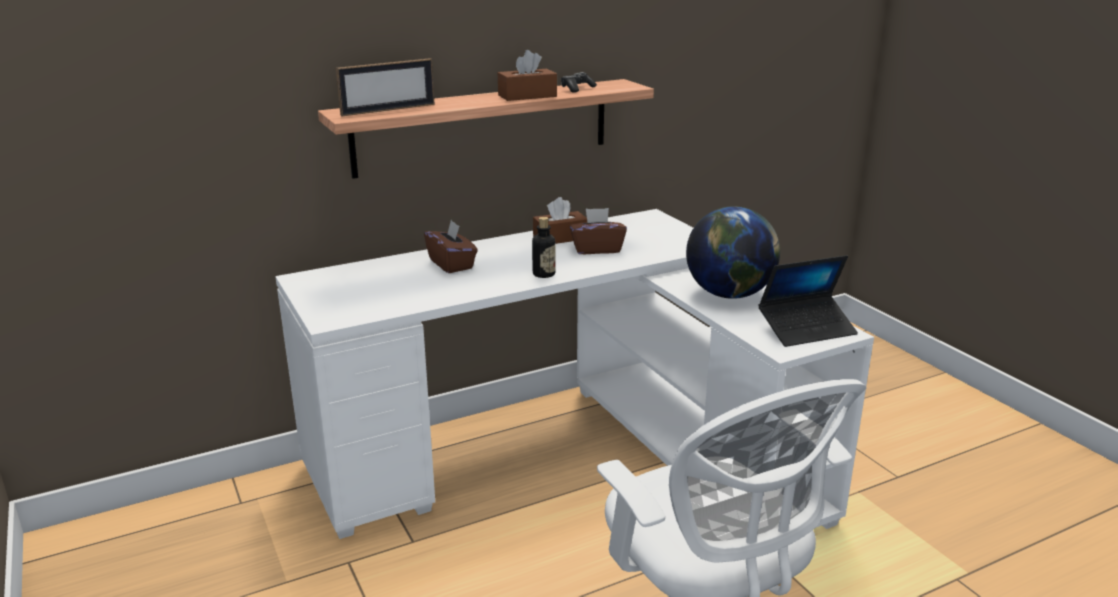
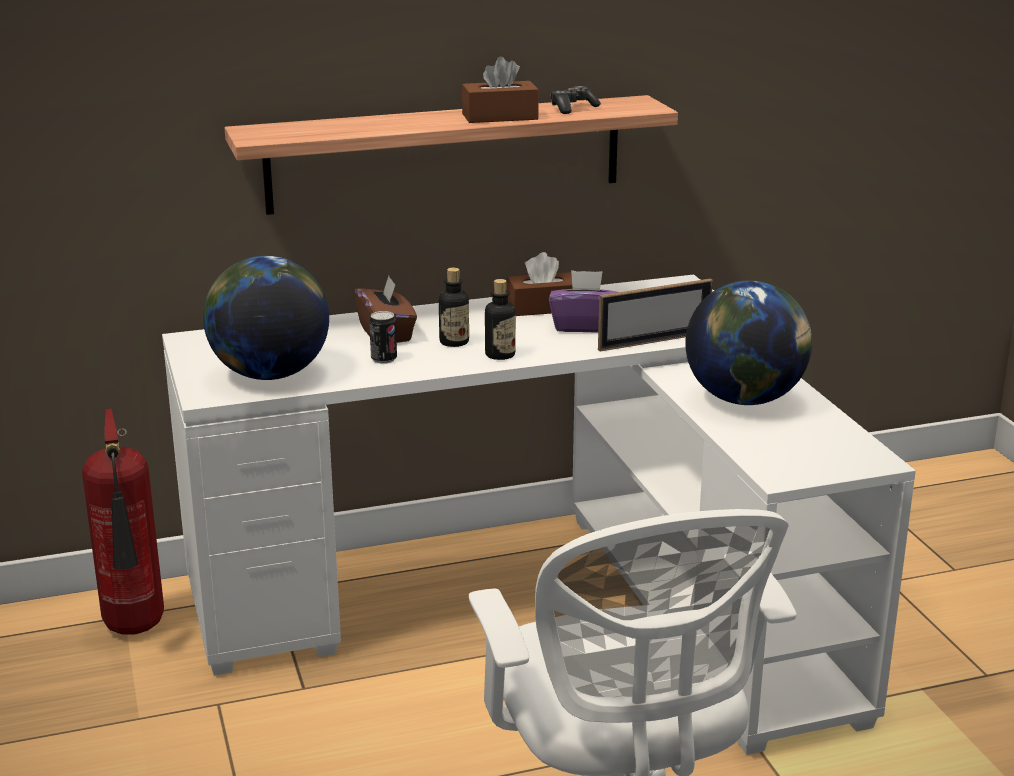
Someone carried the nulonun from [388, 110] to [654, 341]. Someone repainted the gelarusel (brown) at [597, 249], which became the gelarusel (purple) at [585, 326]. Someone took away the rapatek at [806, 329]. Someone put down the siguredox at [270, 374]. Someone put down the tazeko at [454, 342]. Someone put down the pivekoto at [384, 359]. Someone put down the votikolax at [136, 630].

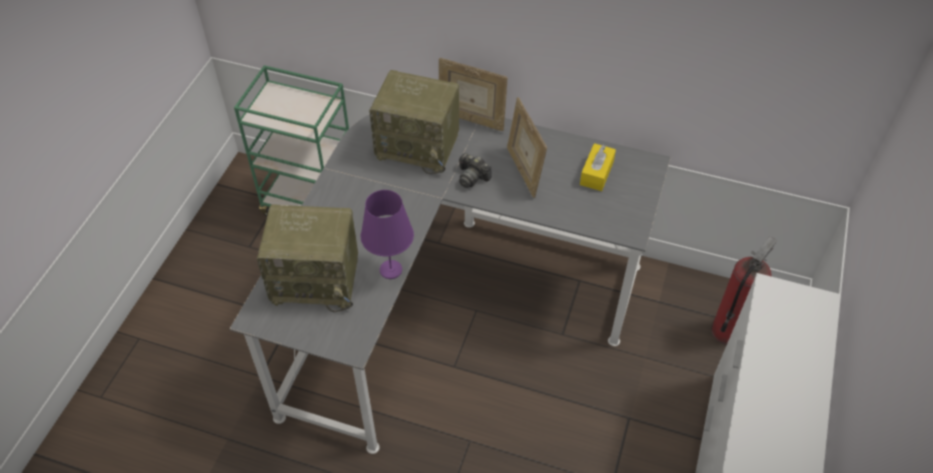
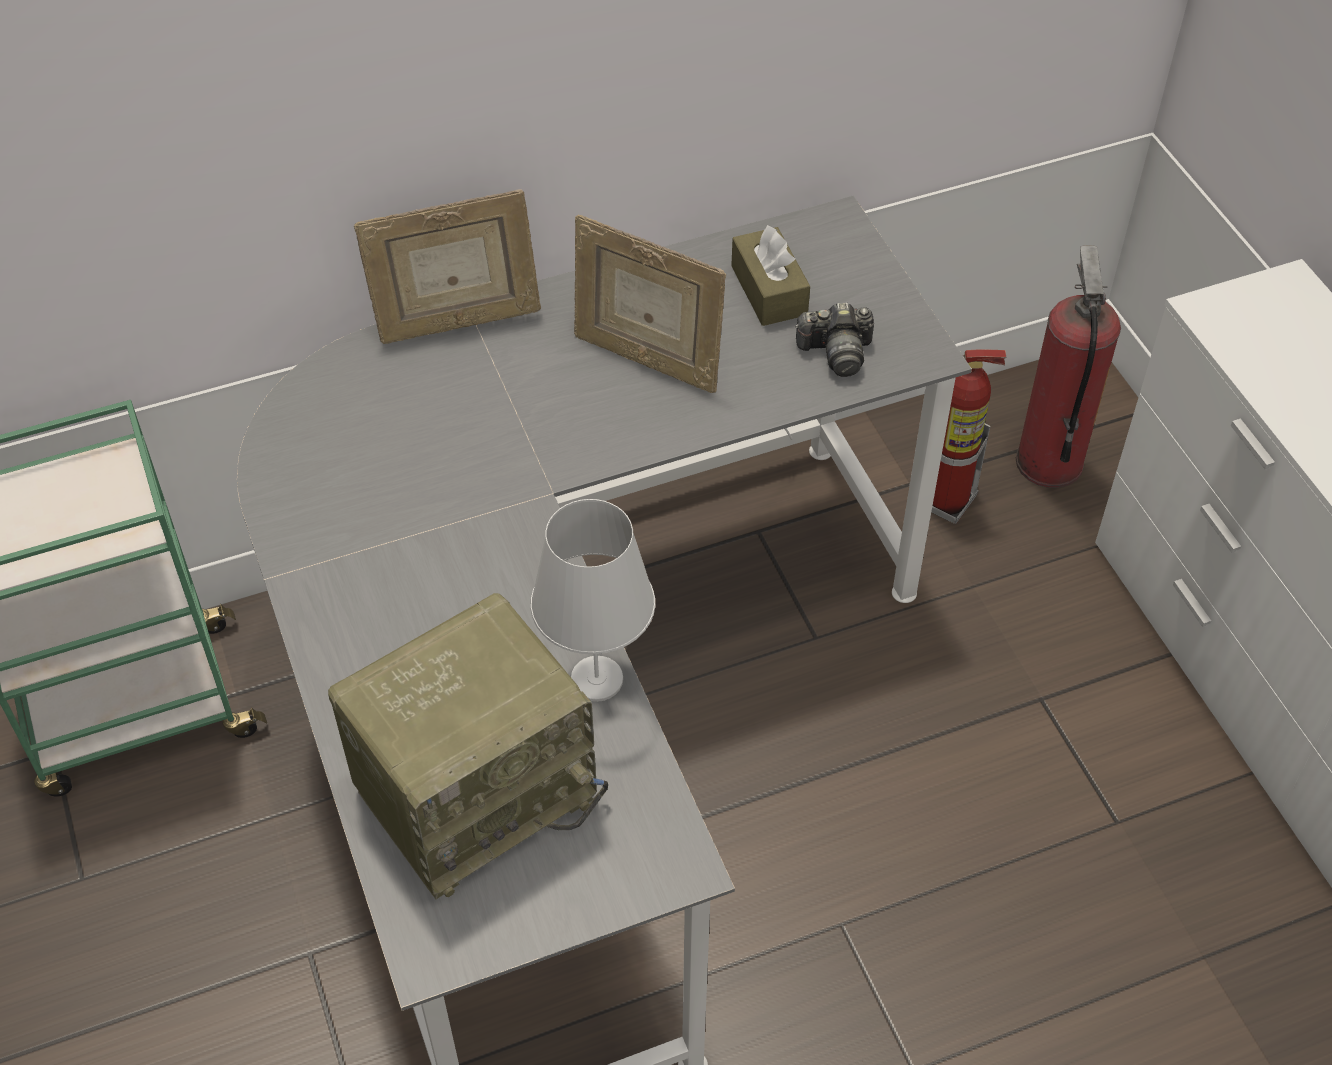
Someone took away the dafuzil at [419, 146]. Someone repainted the gelarusel (yellow) at [596, 173], which became the gelarusel (brown) at [769, 290]. Someone carried the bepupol from [472, 177] to [836, 353]. Someone repainted the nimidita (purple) at [390, 270], which became the nimidita (white) at [597, 680]. Someone put down the votikolax at [947, 501].

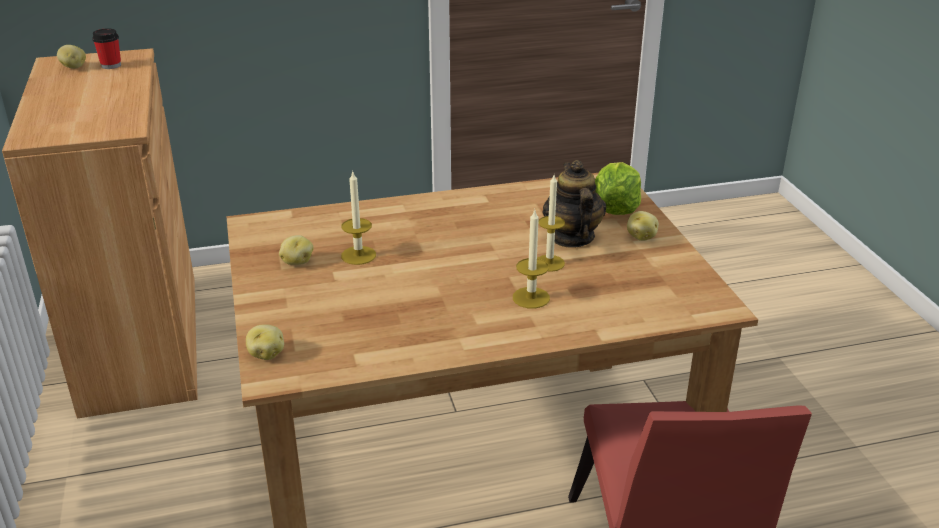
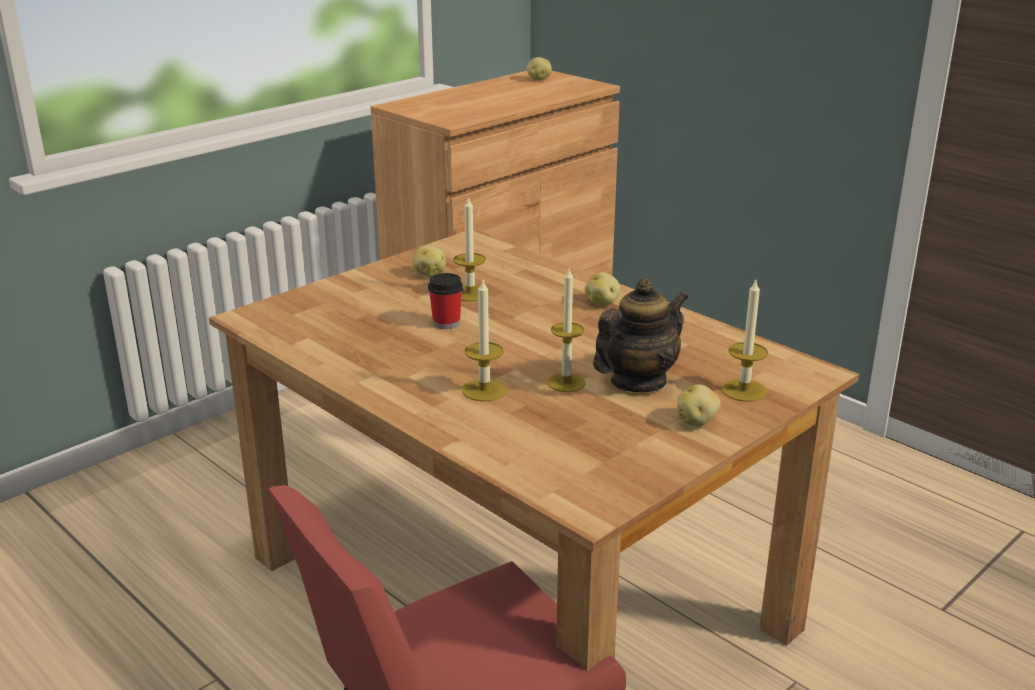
Someone carried the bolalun from [111, 65] to [446, 323]. Someone swapped the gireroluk at [615, 209] for the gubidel at [744, 390]. Someone carried the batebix from [266, 354] to [602, 302].

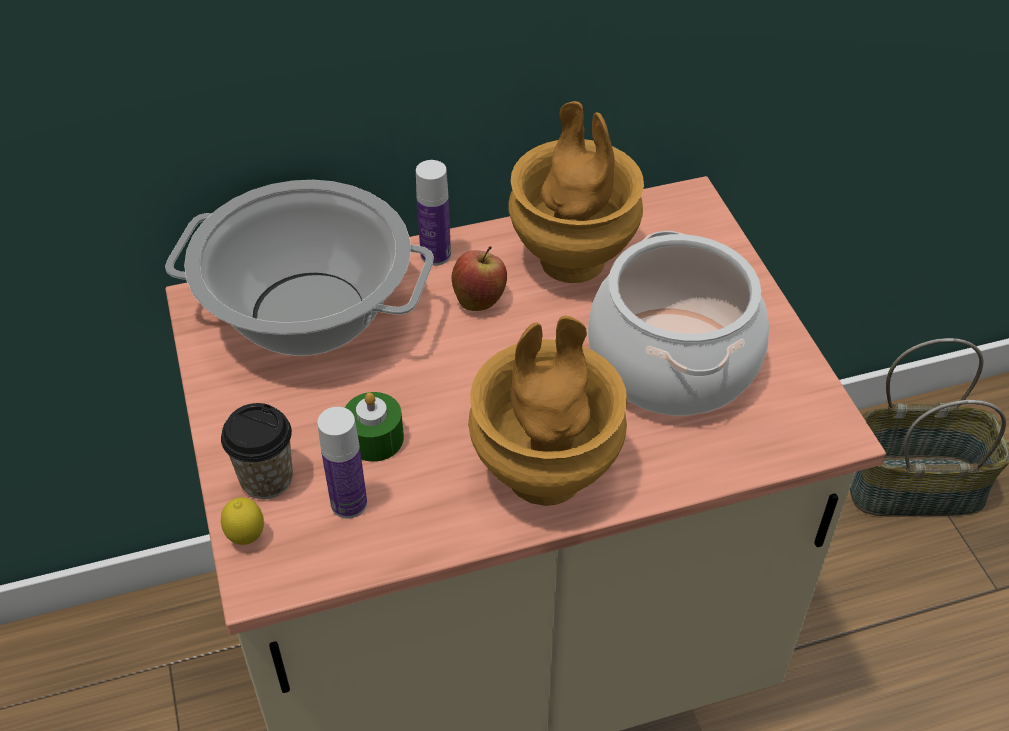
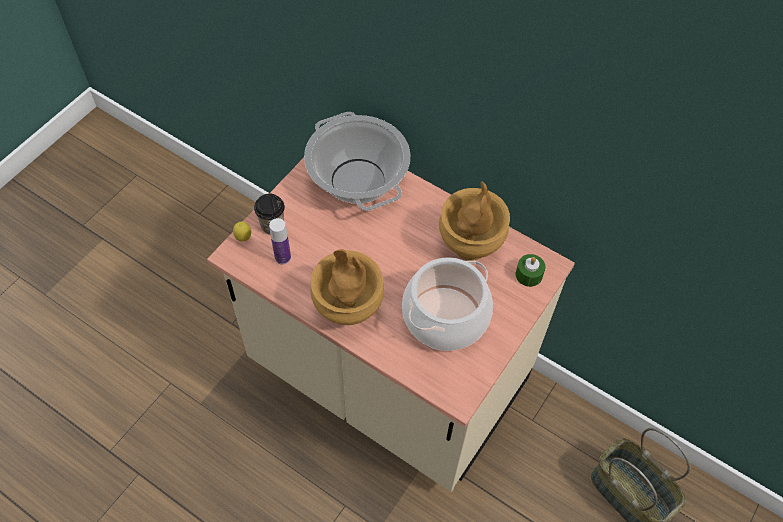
Someone took away the tazeko at [435, 255]. Someone took away the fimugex at [479, 300]. Someone carried the gubidel (green) from [374, 438] to [529, 275].

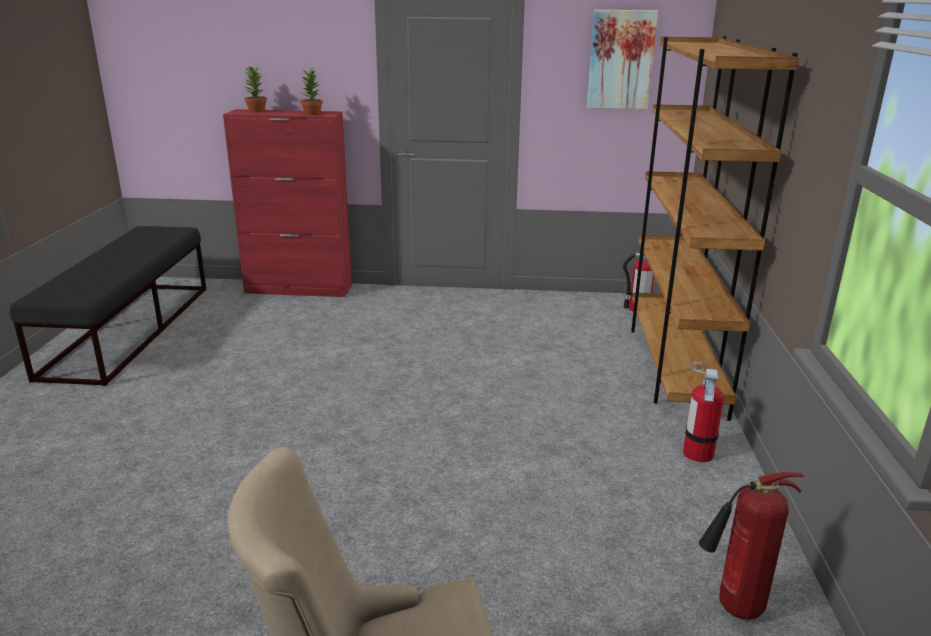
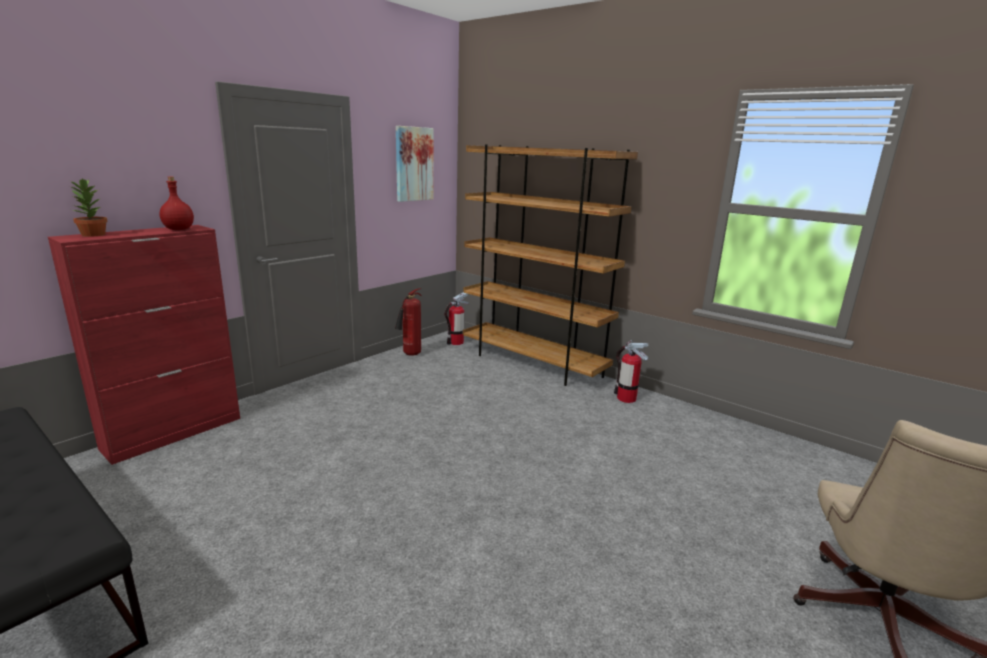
Someone swapped the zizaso at [312, 113] for the tazeko (red) at [179, 229]. Someone carried the votikolax from [734, 609] to [410, 355].

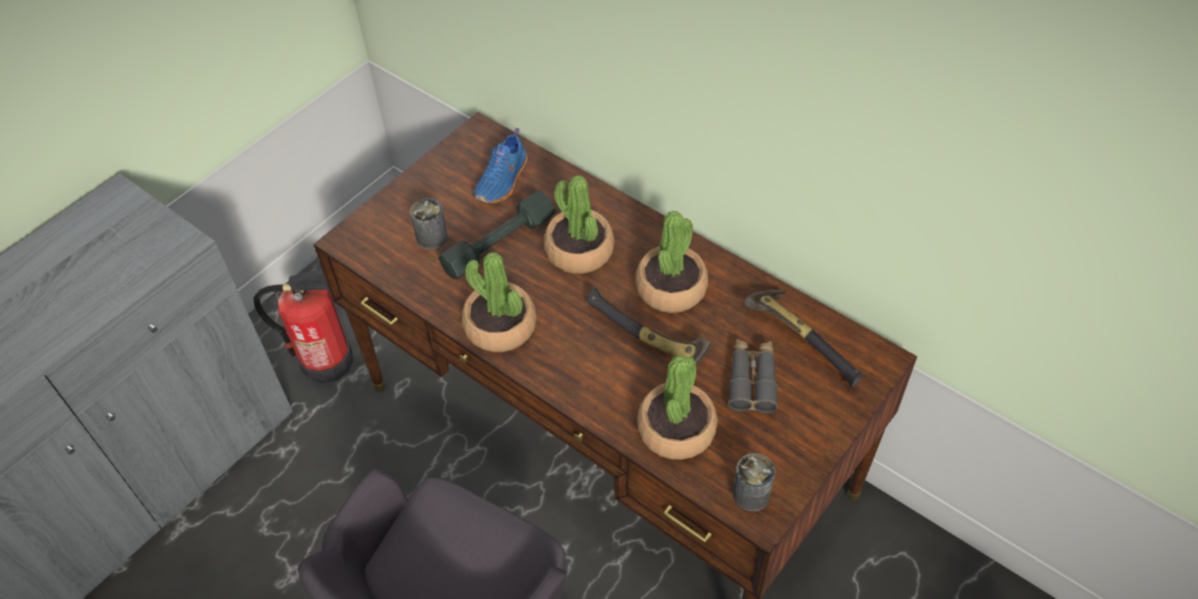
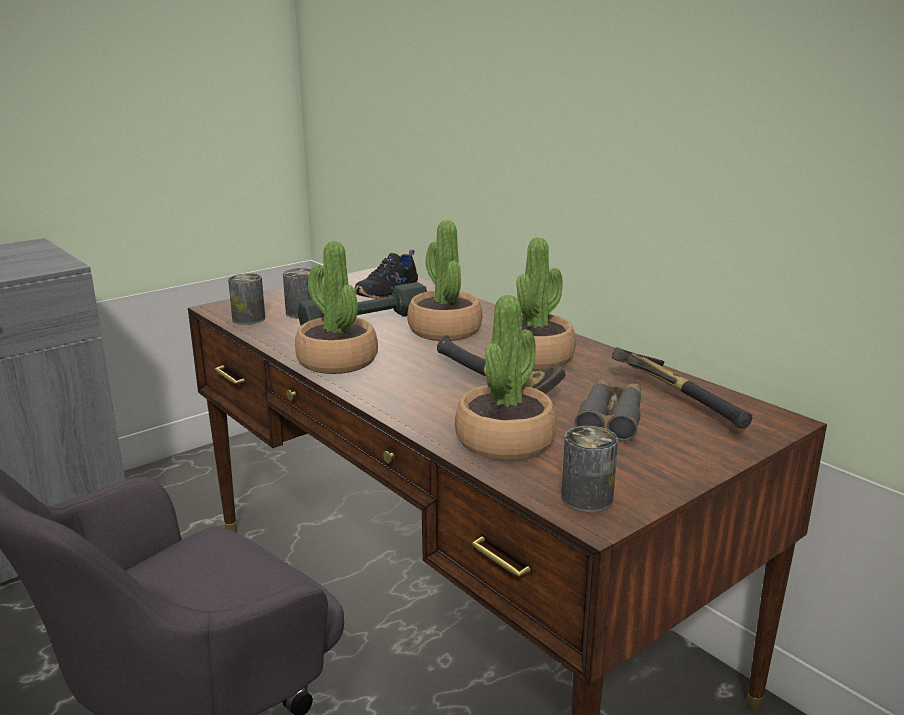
Someone repainted the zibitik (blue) at [503, 181], which became the zibitik (black) at [389, 294]. Someone took away the votikolax at [325, 361]. Someone put down the pivekoto at [248, 319].

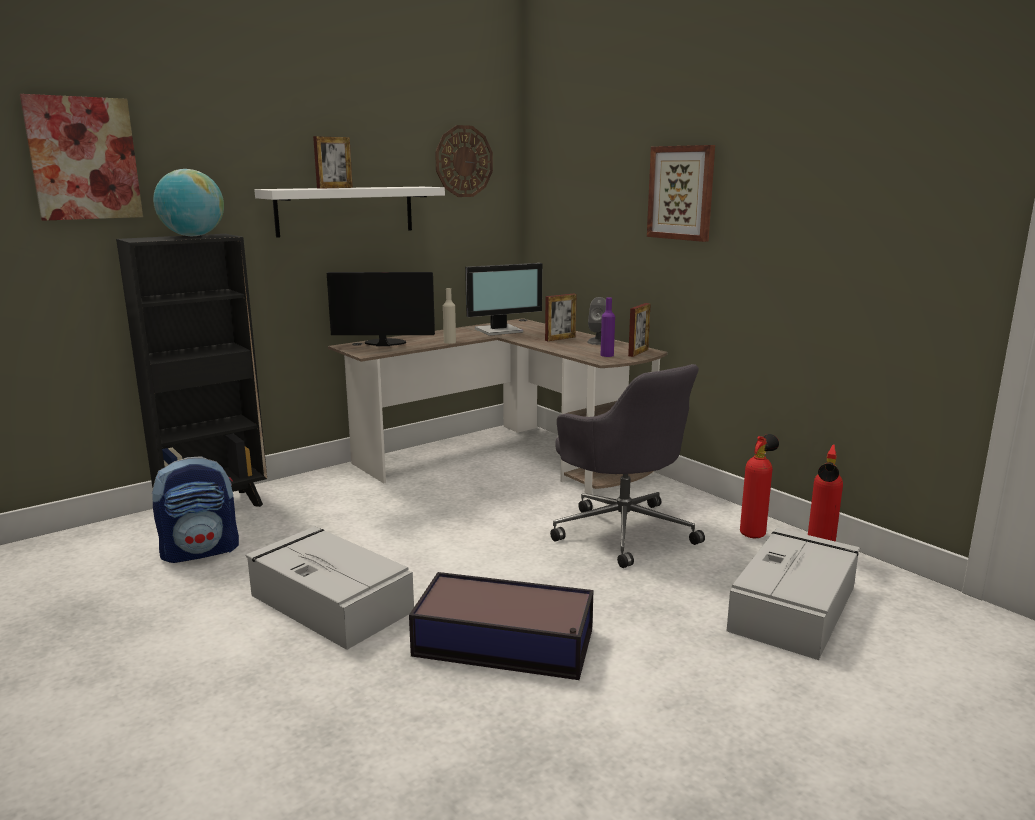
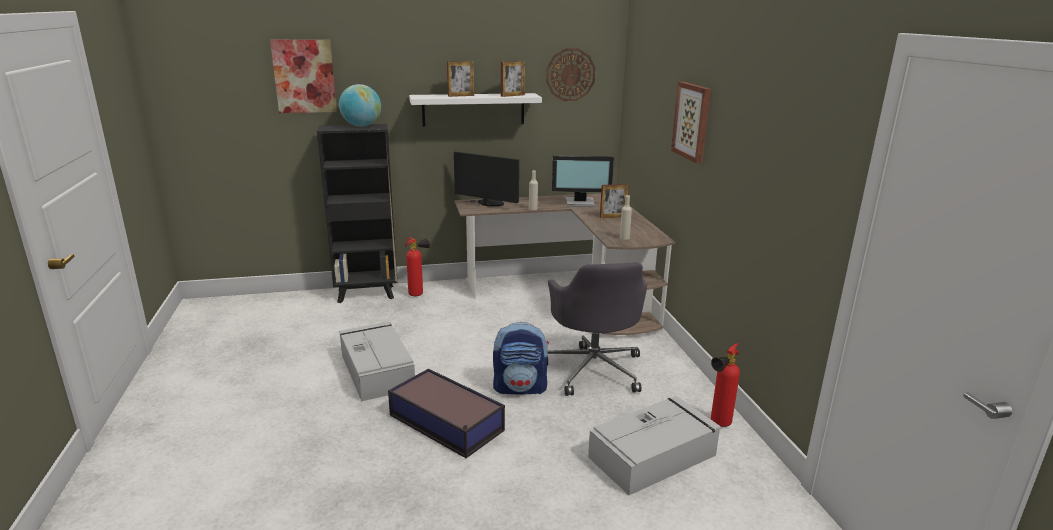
Someone took away the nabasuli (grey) at [598, 341]. Someone repainted the tazeko (purple) at [607, 355], which became the tazeko (beige) at [624, 237]. Someone carried the nulonun from [638, 352] to [512, 95]. Someone carried the votikolax from [754, 533] to [419, 294]. Someone carried the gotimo from [201, 551] to [520, 388].

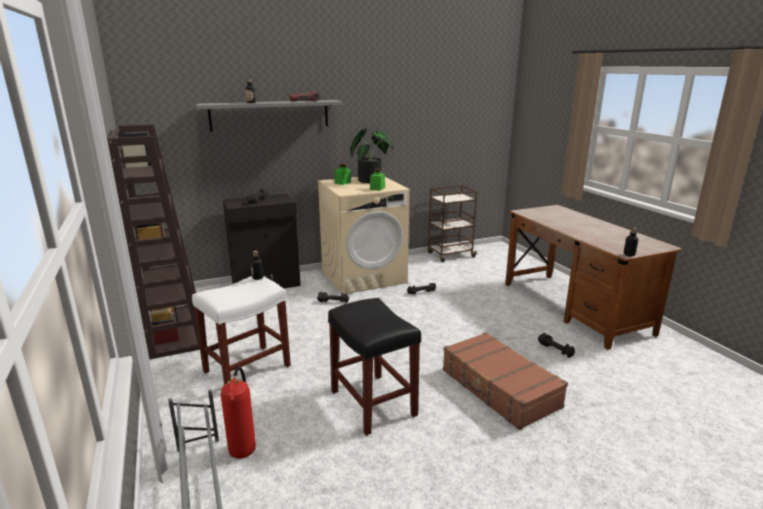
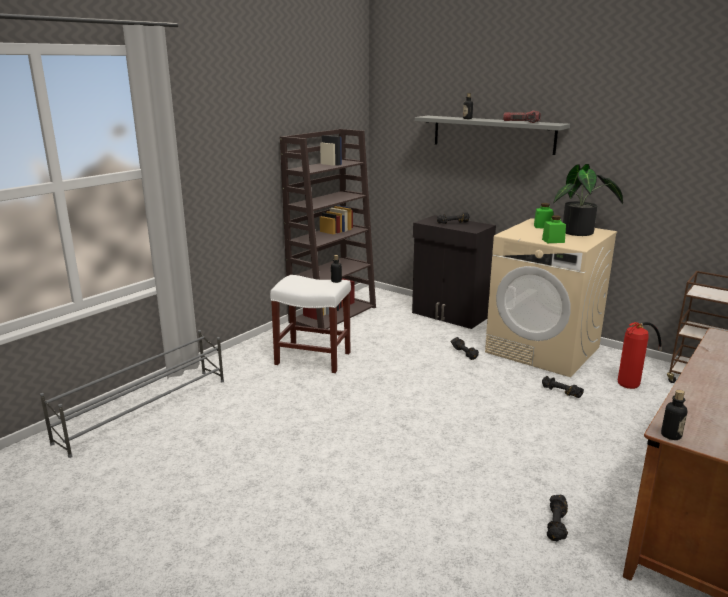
Someone took away the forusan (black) at [374, 403]. Someone took away the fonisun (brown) at [499, 389]. Someone carried the votikolax from [244, 439] to [635, 380].

